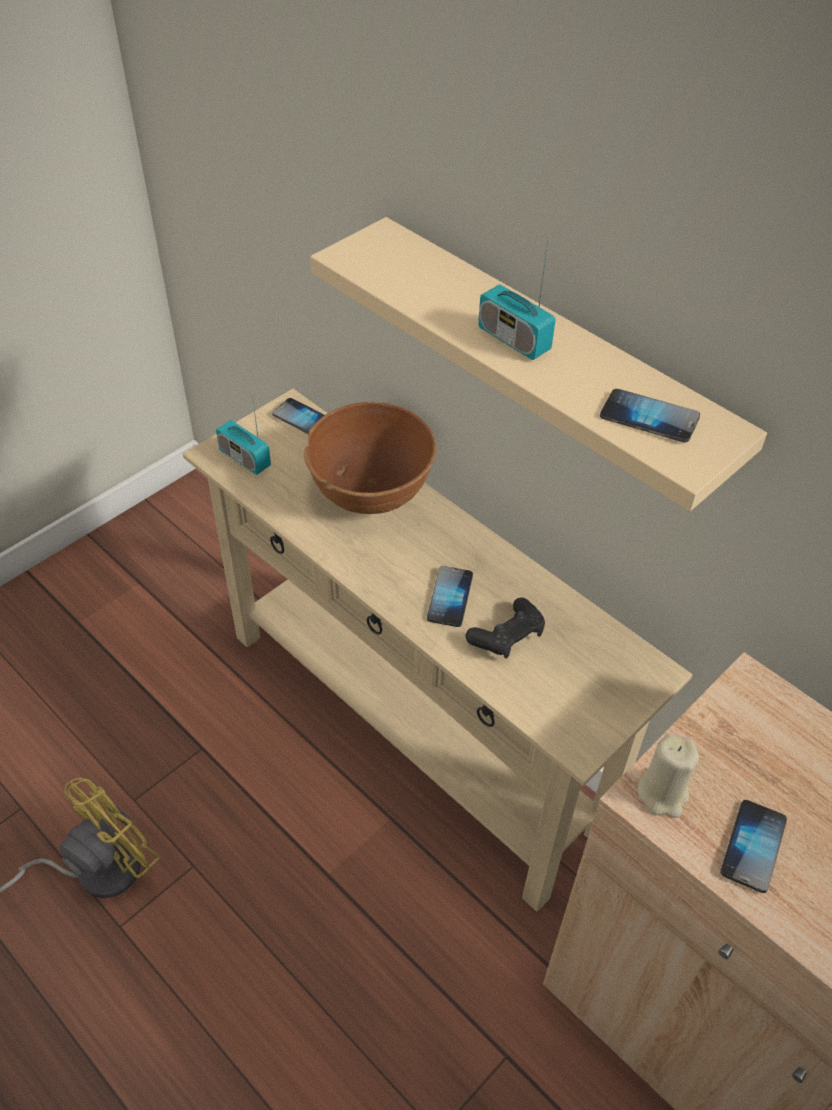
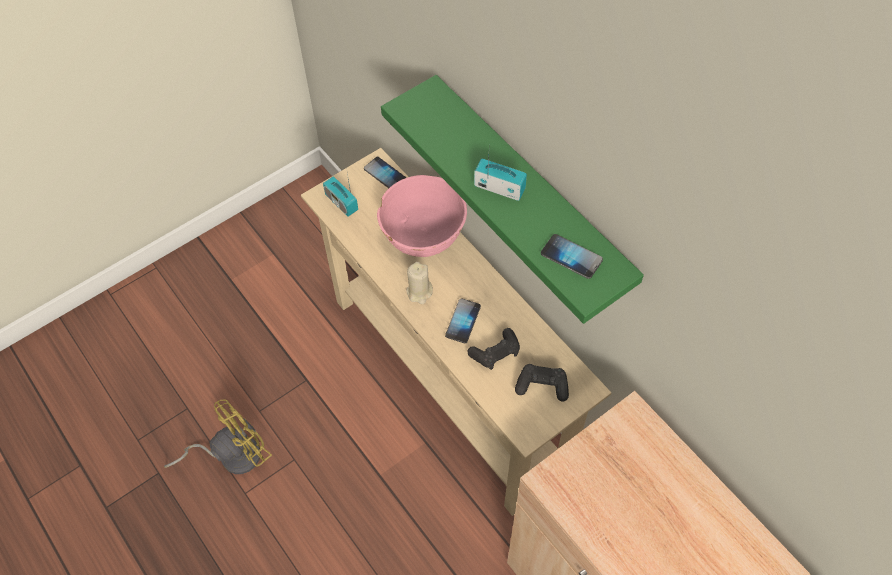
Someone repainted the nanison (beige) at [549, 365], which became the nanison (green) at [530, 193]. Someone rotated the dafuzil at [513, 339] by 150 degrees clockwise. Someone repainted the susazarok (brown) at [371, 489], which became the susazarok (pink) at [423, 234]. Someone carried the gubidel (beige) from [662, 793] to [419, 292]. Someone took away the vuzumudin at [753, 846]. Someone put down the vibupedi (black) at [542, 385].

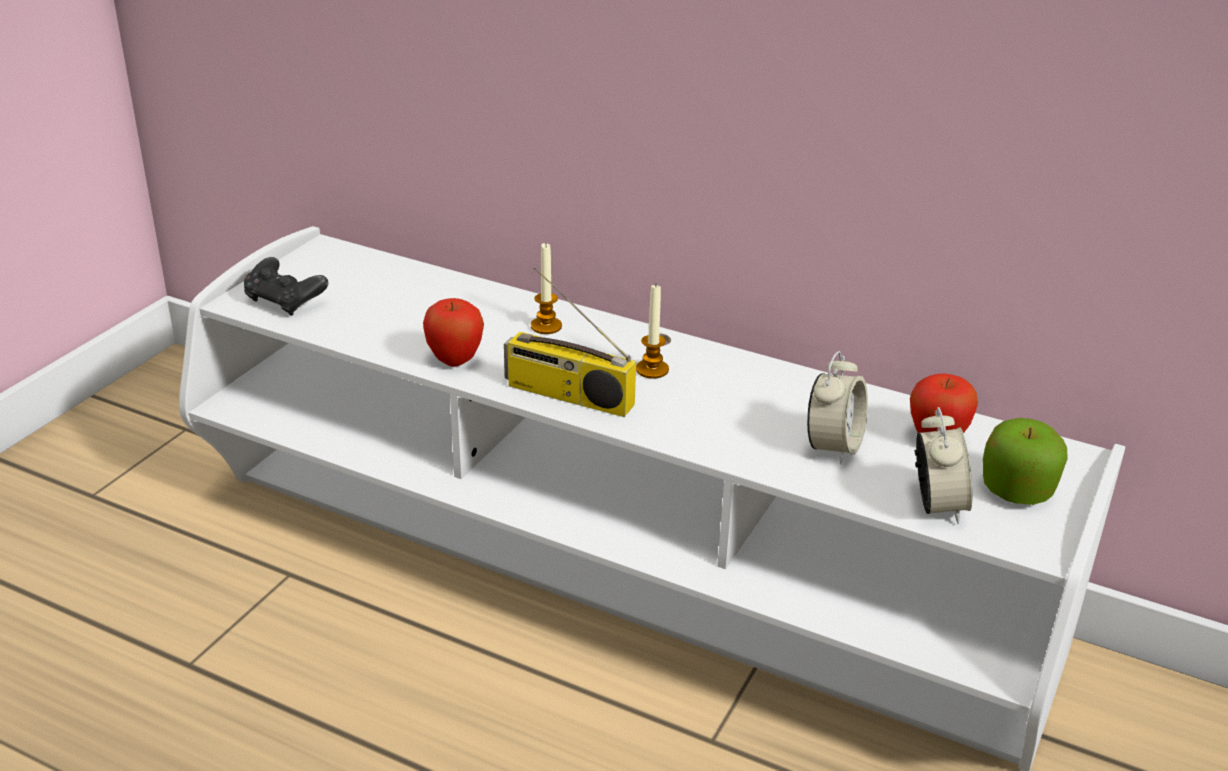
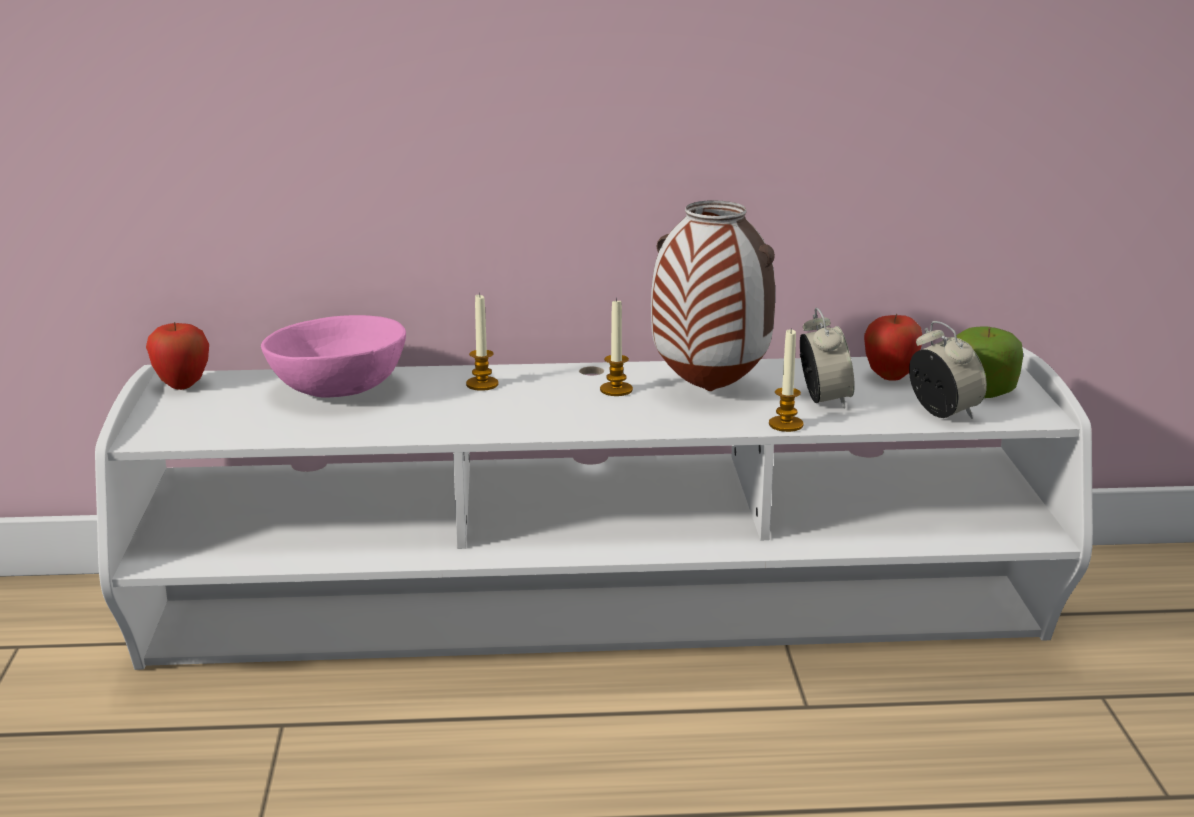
Someone took away the vibupedi (black) at [285, 302]. Someone took away the dafuzil at [567, 395]. Someone carried the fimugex from [455, 361] to [182, 385]. Someone put down the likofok at [707, 391]. Someone put down the susazarok (pink) at [341, 390]. Someone put down the gubidel at [786, 425].

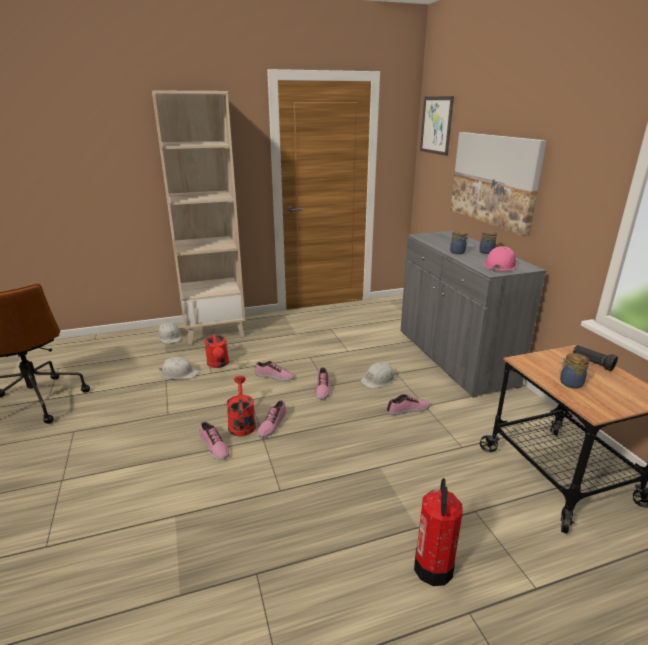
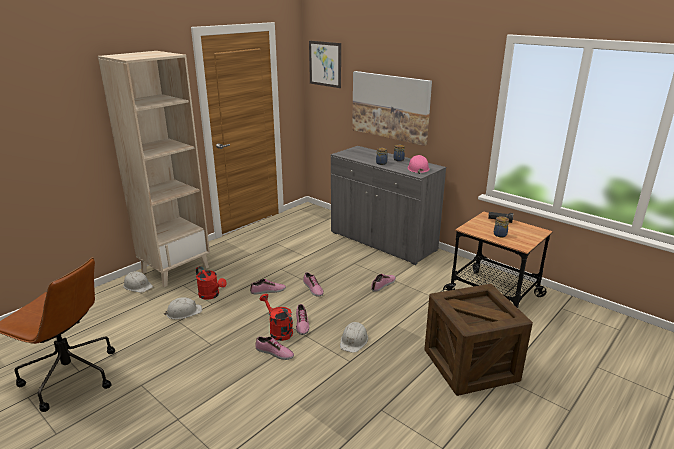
Someone carried the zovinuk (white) from [378, 379] to [354, 340]. Someone swapped the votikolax at [433, 568] for the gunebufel at [470, 365].

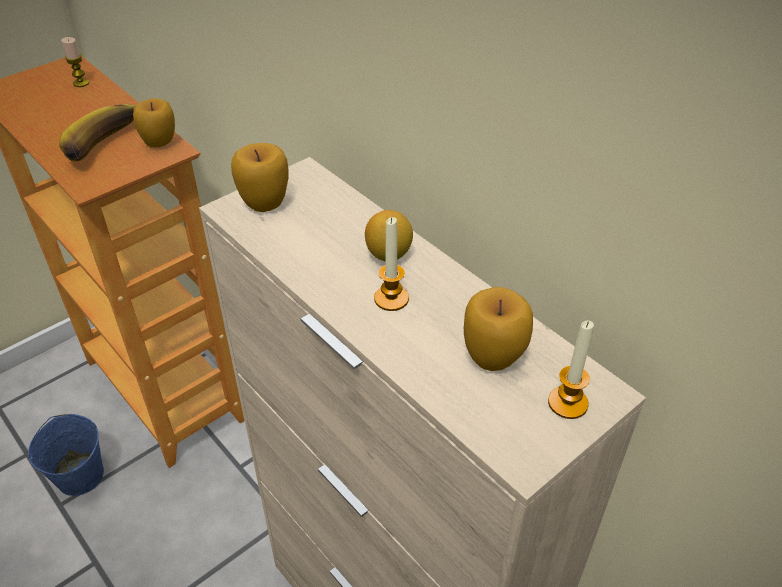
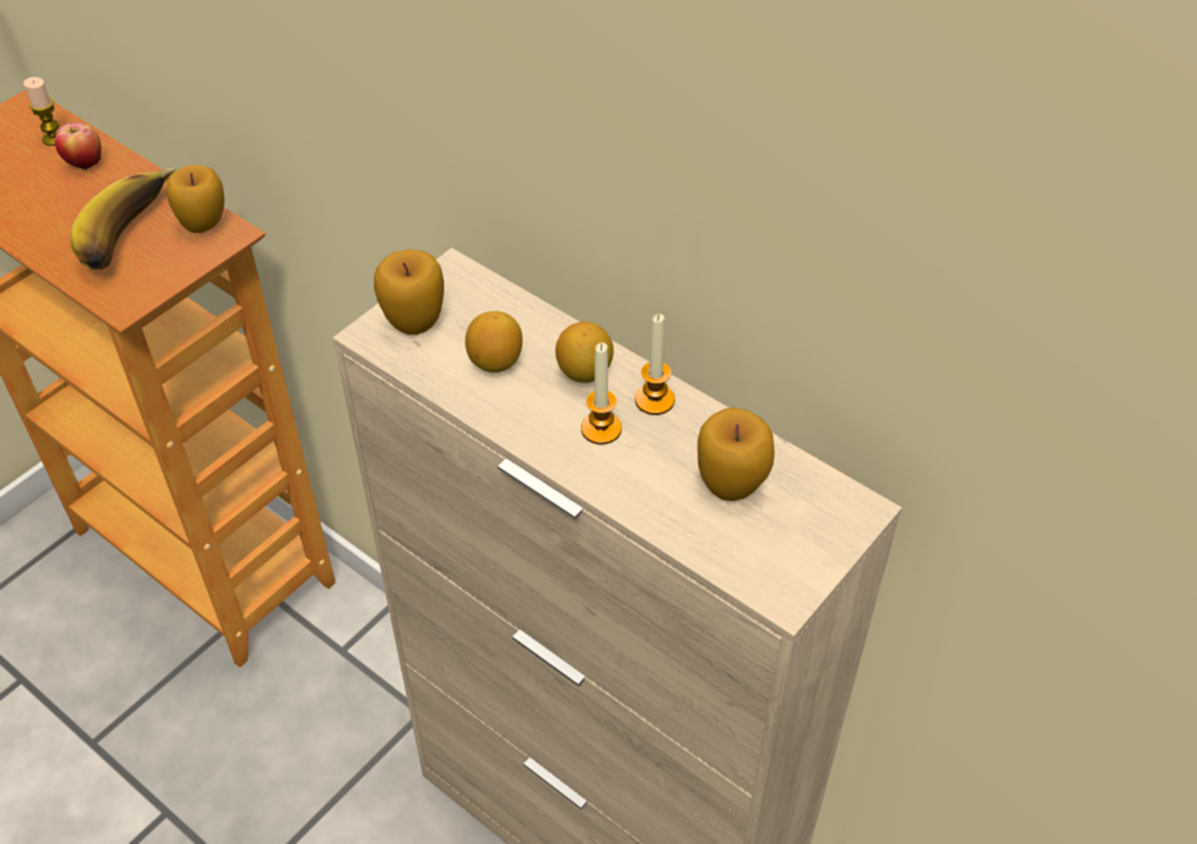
Someone carried the gubidel from [567, 403] to [654, 400]. Someone took away the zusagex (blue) at [80, 475]. Someone put down the fimugex at [85, 164]. Someone put down the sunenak at [495, 362].

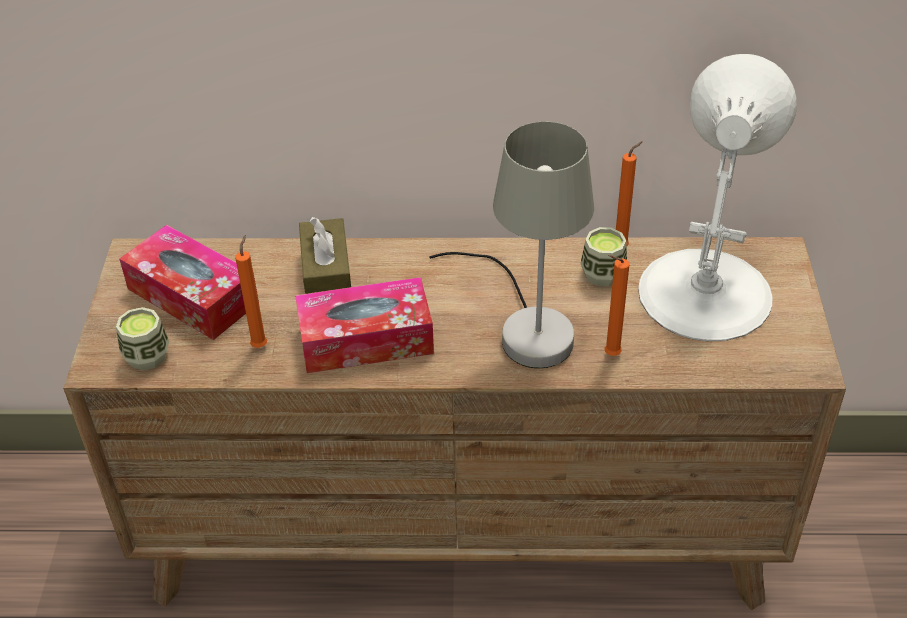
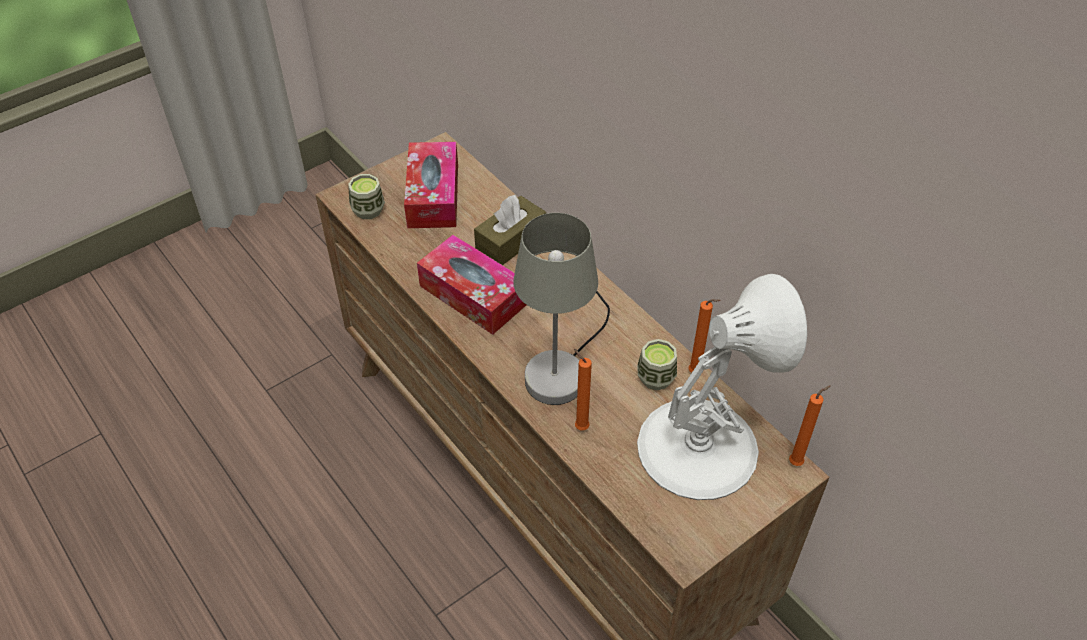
Someone carried the gubidel (orange) from [260, 344] to [797, 462].

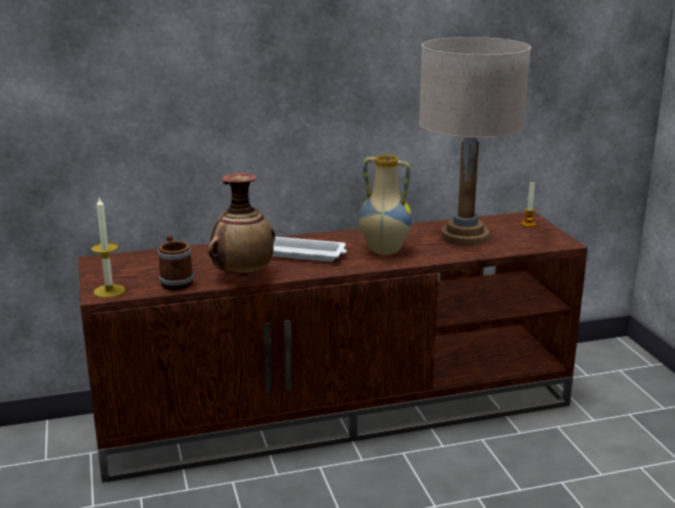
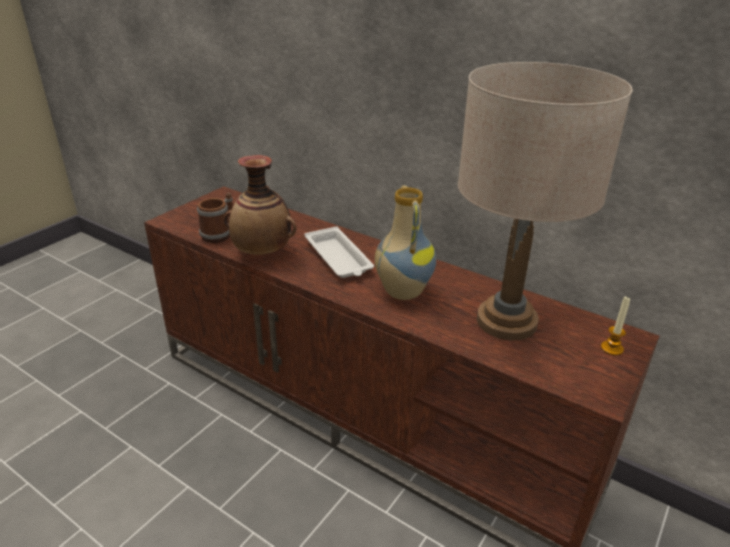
Someone took away the gubidel at [109, 291].

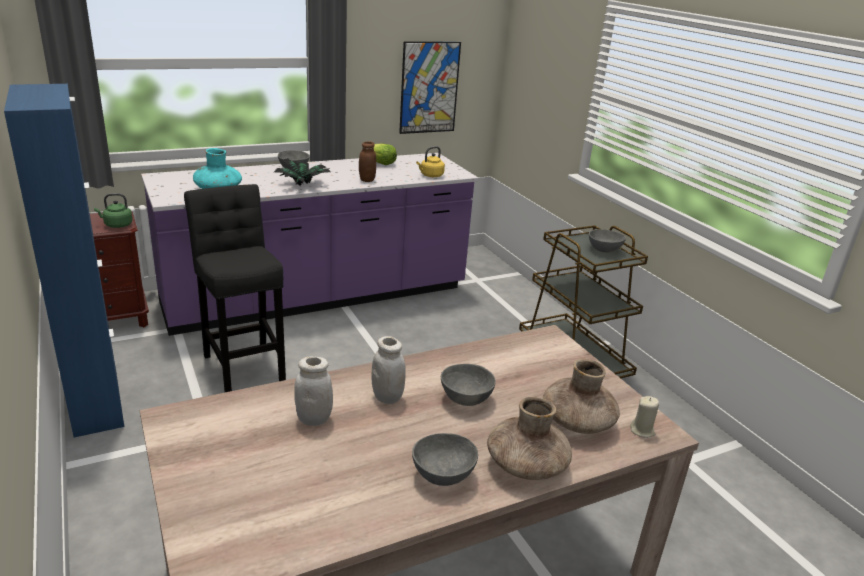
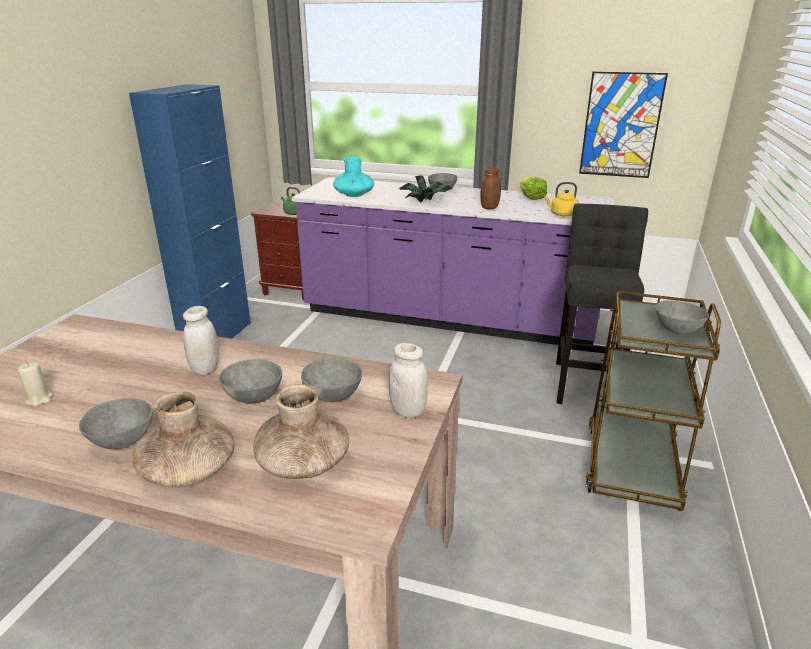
Someone carried the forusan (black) from [244, 366] to [586, 382]. Someone carried the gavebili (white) from [314, 419] to [408, 411]. Someone carried the gubidel (beige) from [642, 430] to [39, 399]. Someone put down the susazarok (grey) at [331, 395].

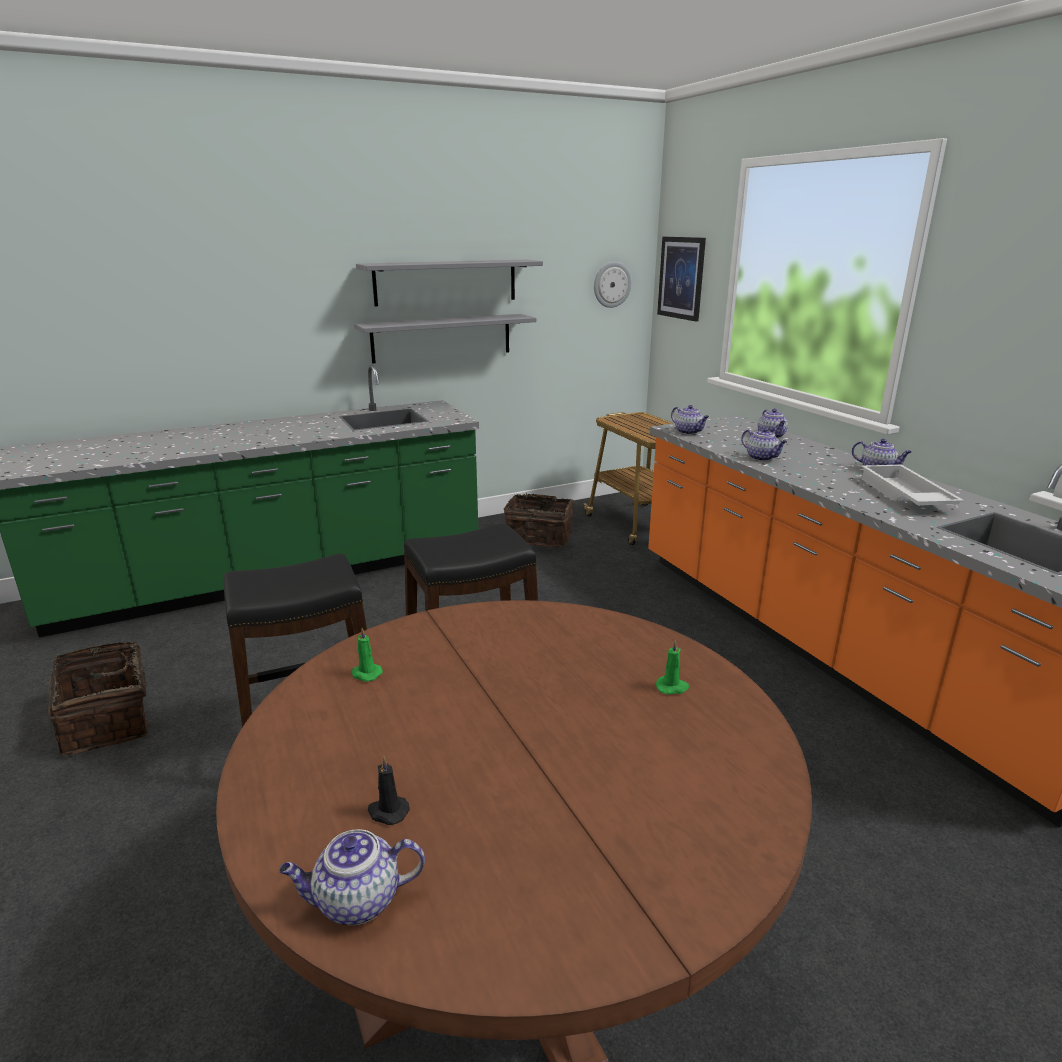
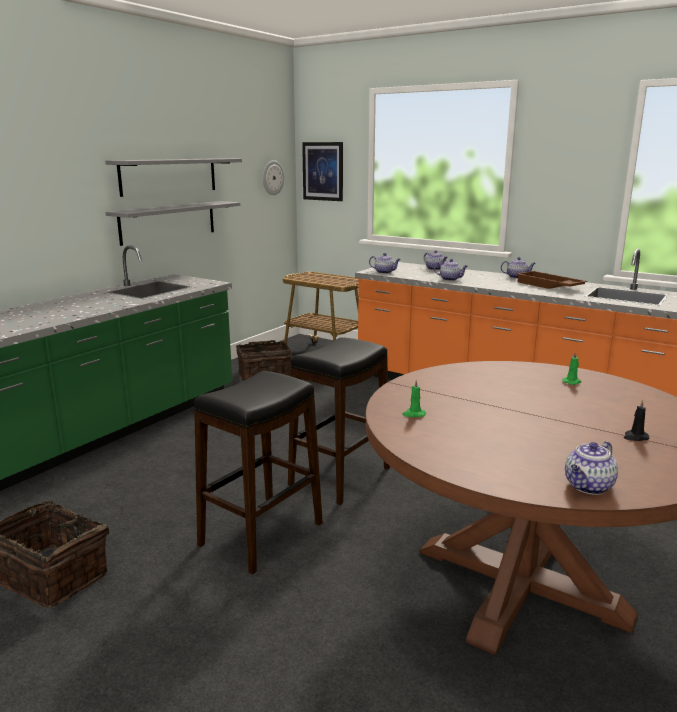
Someone repainted the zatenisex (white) at [904, 495], which became the zatenisex (brown) at [548, 286]. Someone carried the gubidel (black) from [387, 812] to [635, 437].

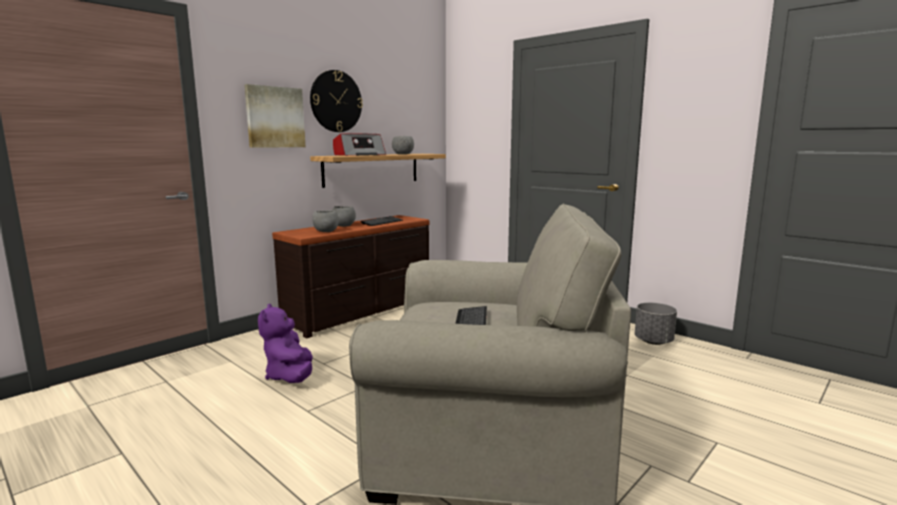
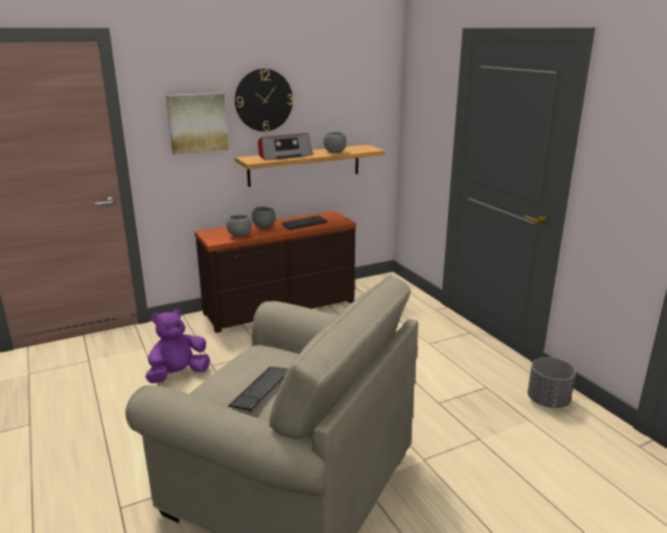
Someone rotated the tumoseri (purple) at [290, 376] by 45 degrees clockwise.

